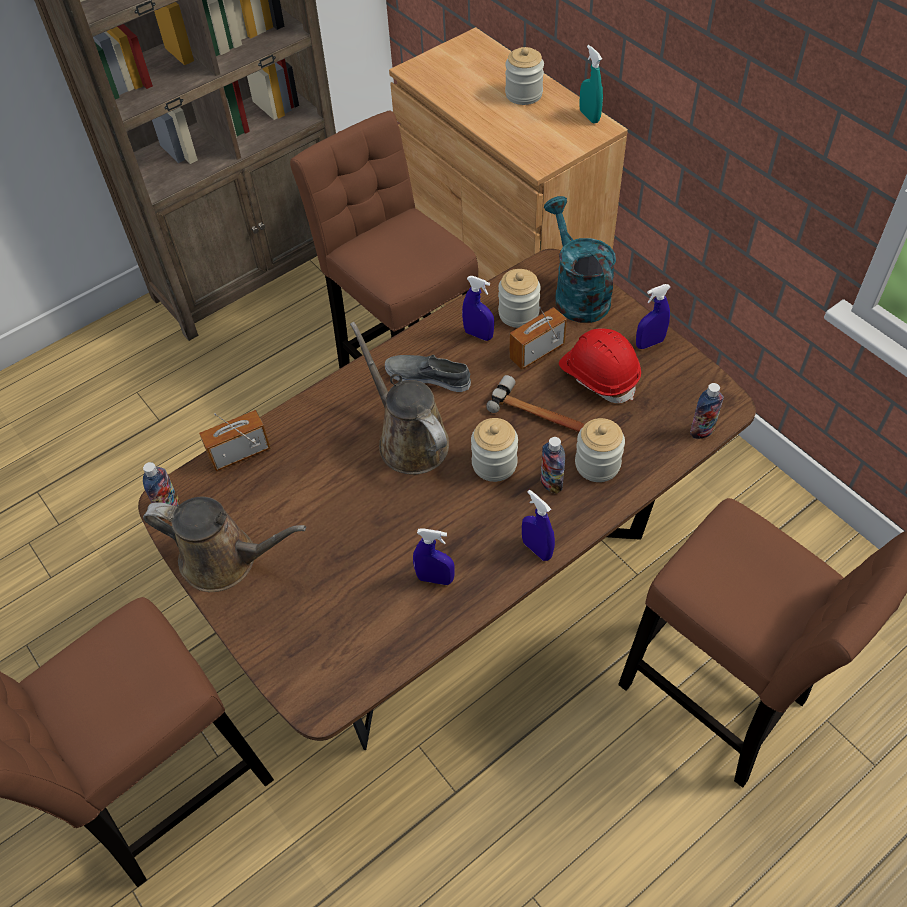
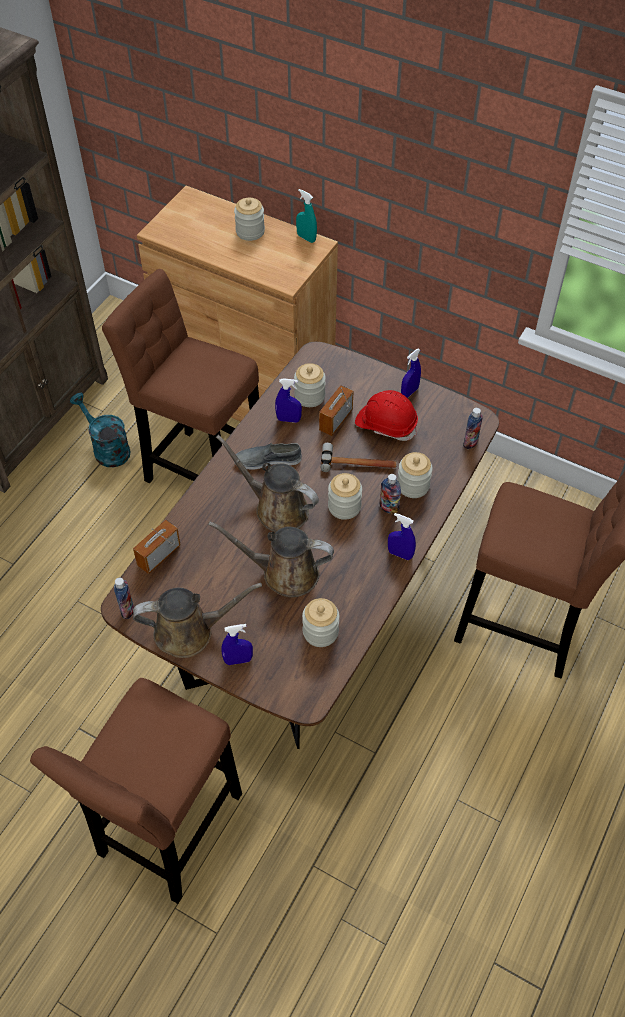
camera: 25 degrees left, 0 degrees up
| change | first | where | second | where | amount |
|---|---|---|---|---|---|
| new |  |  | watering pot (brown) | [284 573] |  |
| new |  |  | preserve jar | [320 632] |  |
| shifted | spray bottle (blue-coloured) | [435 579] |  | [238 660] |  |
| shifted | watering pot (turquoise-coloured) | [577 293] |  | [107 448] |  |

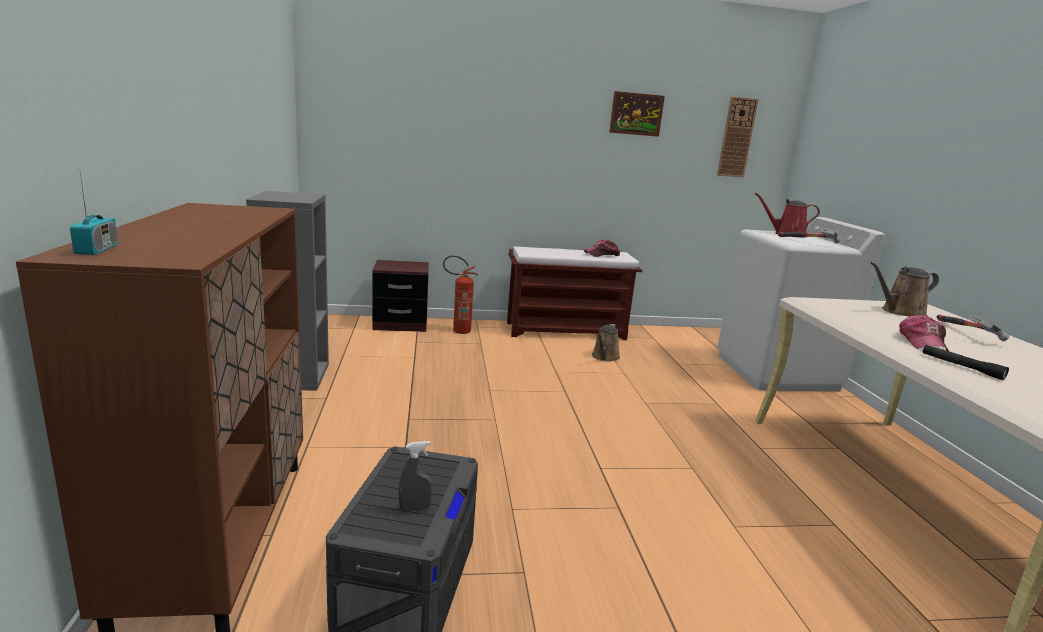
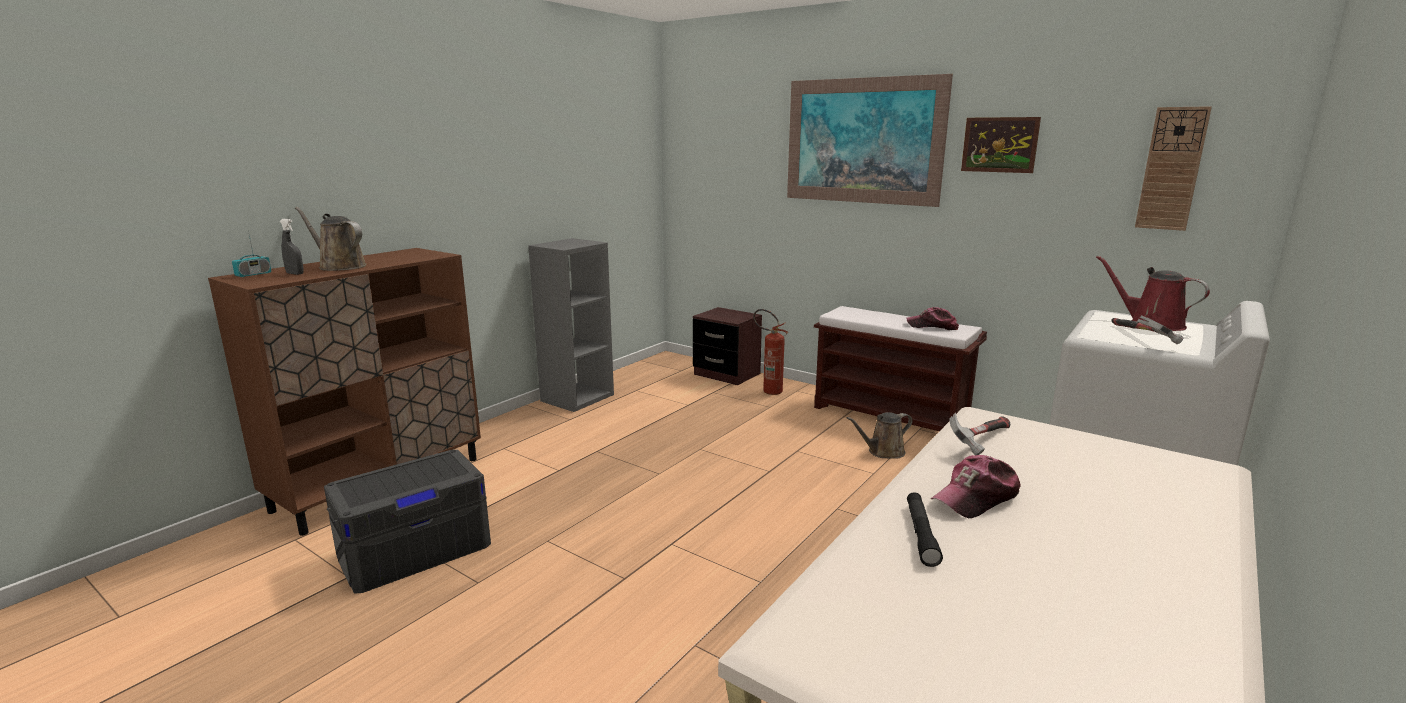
camera: 45 degrees right, 0 degrees up
| change | first | where | second | where | amount |
|---|---|---|---|---|---|
| new |  |  | wall picture | [863 141] |  |
| shifted | spray bottle (greyish) | [415 509] |  | [295 274] |  |
| shifted | watering pot (brown) | [900 312] |  | [339 266] |  |
| shifted | tool hammer | [965 333] |  | [980 442] |  |

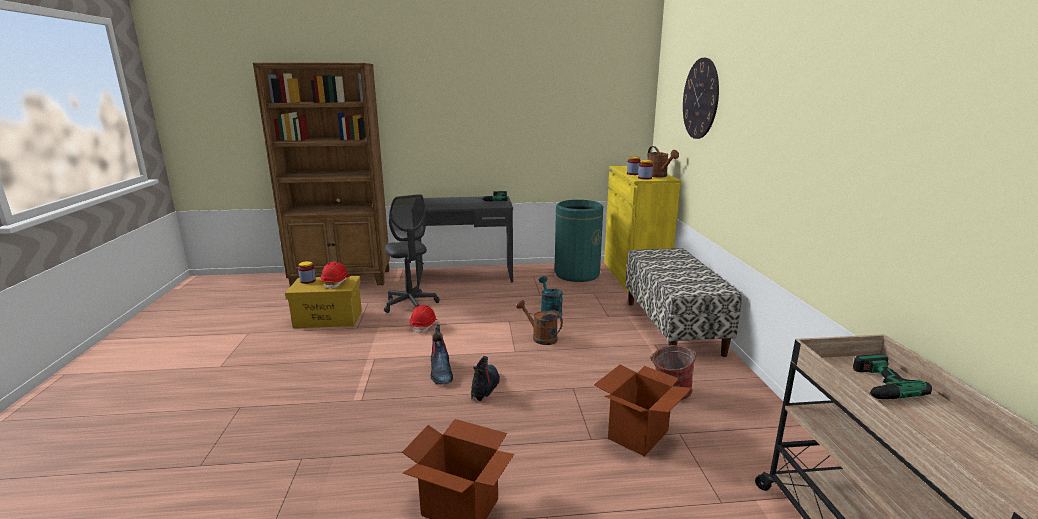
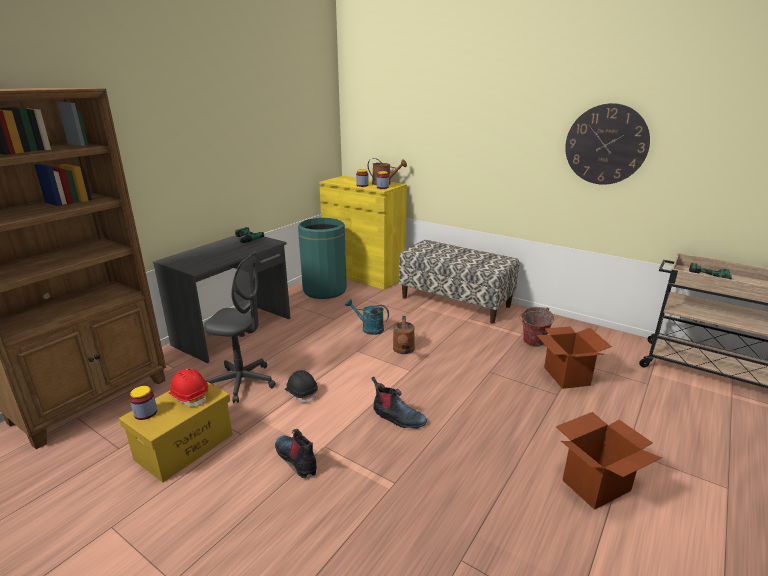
camera: 50 degrees left, 5 degrees up
| change | first | where | second | where | amount |
|---|---|---|---|---|---|
| shifted | boot | [485 387] |  | [297 459] |  |
| shifted | hanging clock | [700 99] |  | [606 144] |  |
| repainted | work helmet (red) | [424 326] | work helmet (blackish) | [301 393] |  |
| rotated | watering pot (brown) | [540 337] |  | [403 350] | 75 degrees counterclockwise |

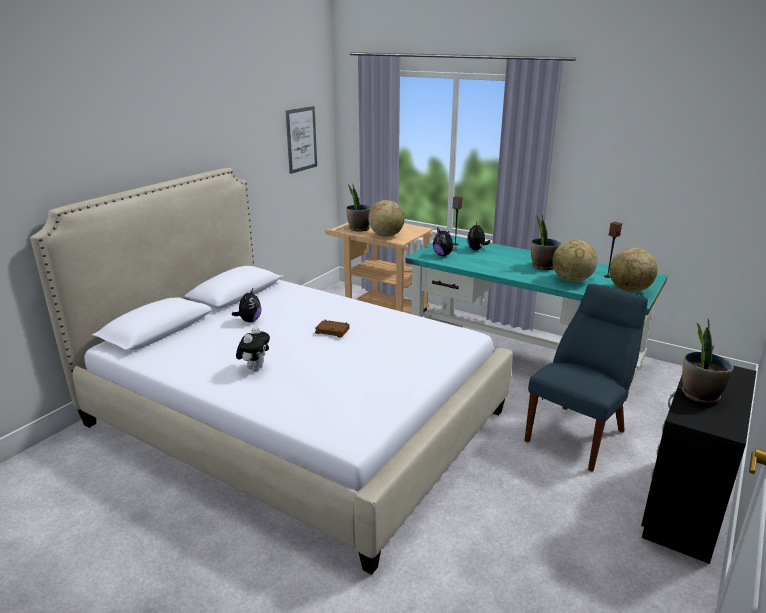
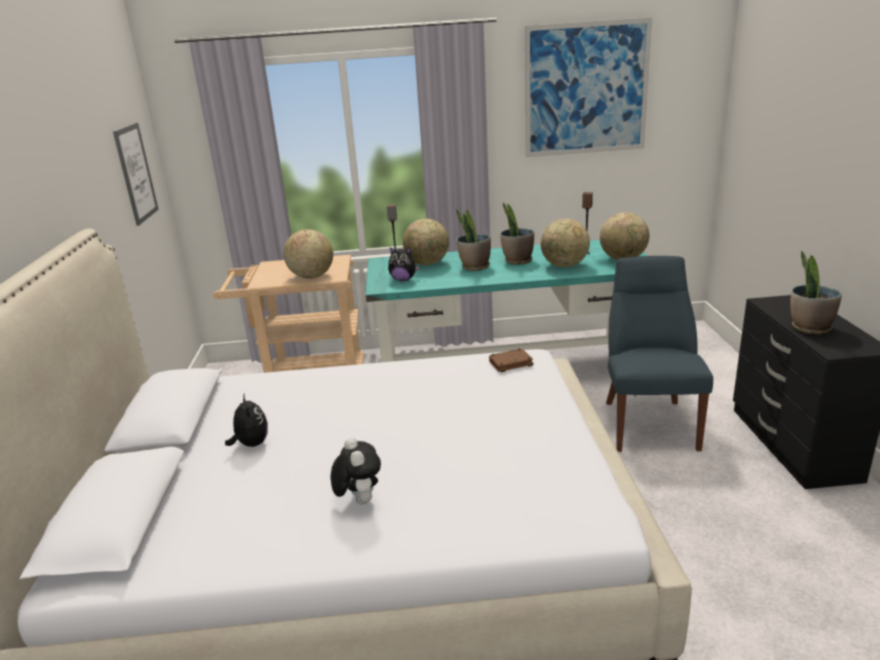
camera: 35 degrees left, 0 degrees up
| change | first | where | second | where | amount |
|---|---|---|---|---|---|
| new |  |  | wall picture | [586 89] |  |
| shifted | volume (brown) | [333 330] |  | [511 363] |  |
| shifted | houseplant | [359 229] |  | [474 267] |  |
| swapped | soft toy | [476 249] | world globe | [427 264] |  |

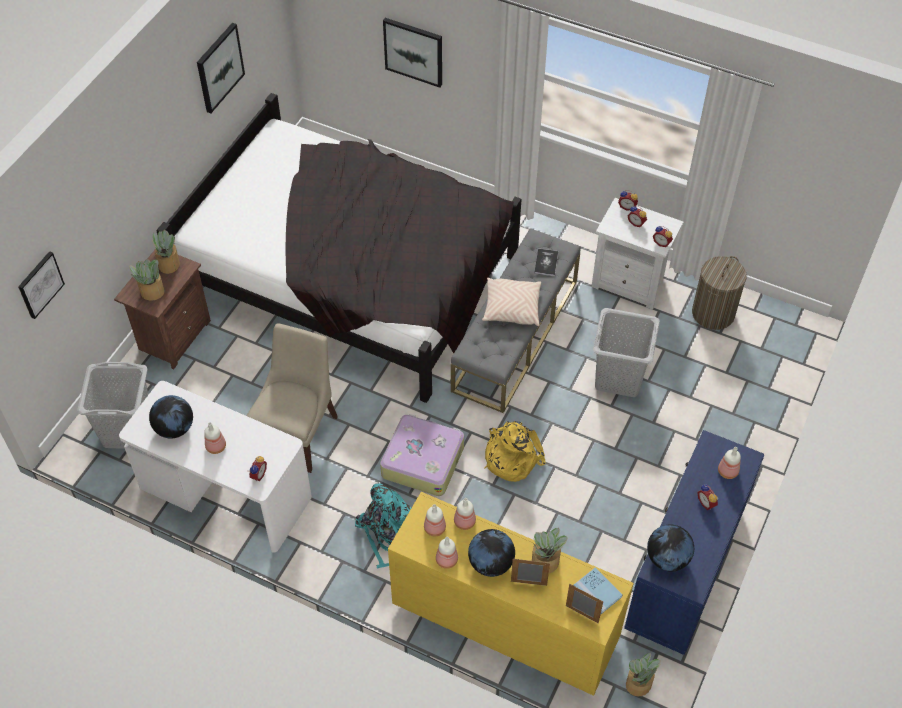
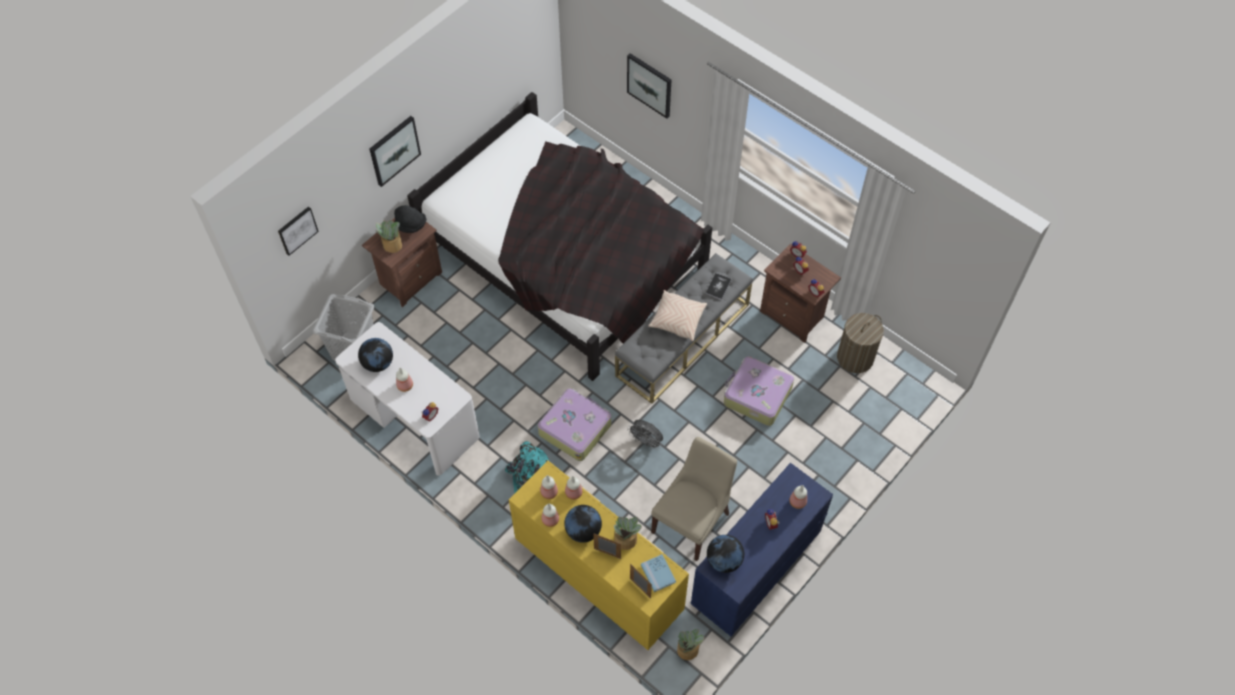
camera: 15 degrees right, 5 degrees up
| change | first | where | second | where | amount |
|---|---|---|---|---|---|
| shifted | wall picture | [219 67] |  | [394 150] |  |
| shifted | upright chair (beige) | [297 432] |  | [692 520] |  |
| swapped | houseplant | [168 265] | hat (blackish) | [411 225] |  |
| swapped | knapsack (yellow) | [511 457] | cooling fan (greyish) | [646 442] |  |
| swapped | laundry basket (greyish) | [619 378] | suitcase | [756 396] |  |
| repainted | nightstand (white-coloured) | [630 282] | nightstand (brown) | [794 315] |  |

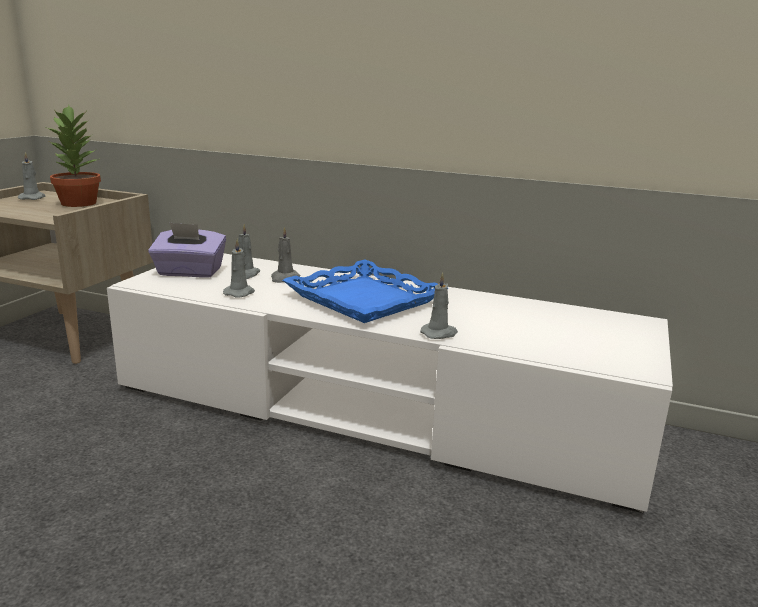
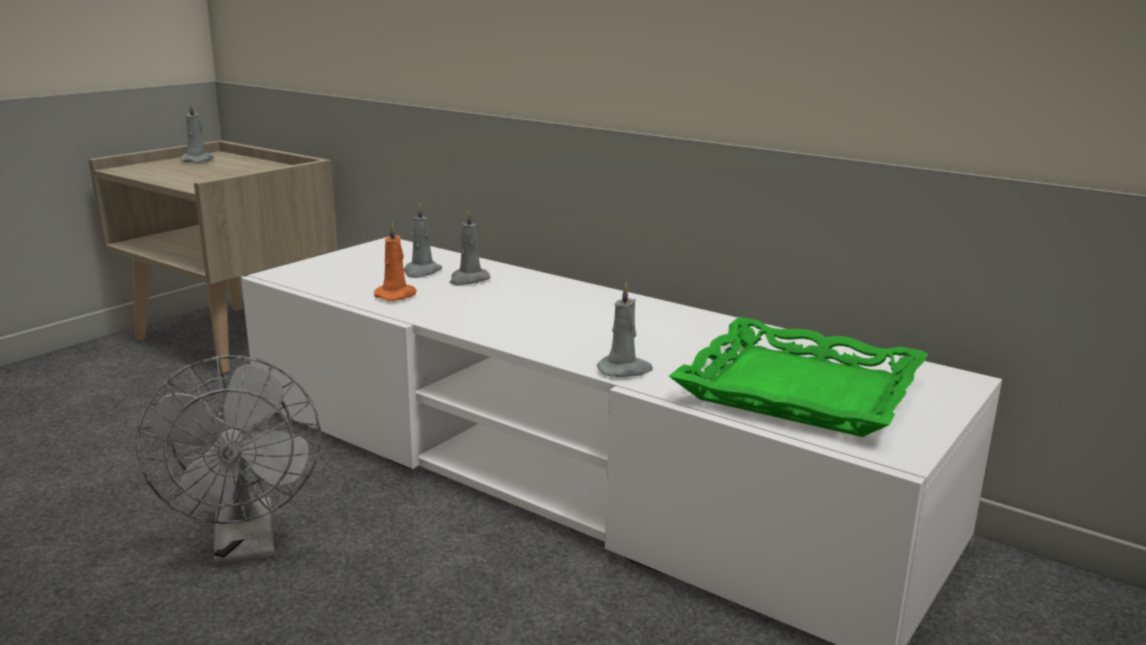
camera: 15 degrees right, 0 degrees up
| change | first | where | second | where | amount |
|---|---|---|---|---|---|
| gone | houseplant | [80 203] |  |  |  |
| gone | tissue holder (purple) | [189 272] |  |  |  |
| gone | carrying tray (blue-coloured) | [363 299] |  |  |  |
| new |  |  | cooling fan (greyish) | [247 546] |  |
| new |  |  | carrying tray (green) | [798 390] |  |
| repainted | wax candle (greyish) | [240 293] | wax candle (orange-coloured) | [397 295] |  |

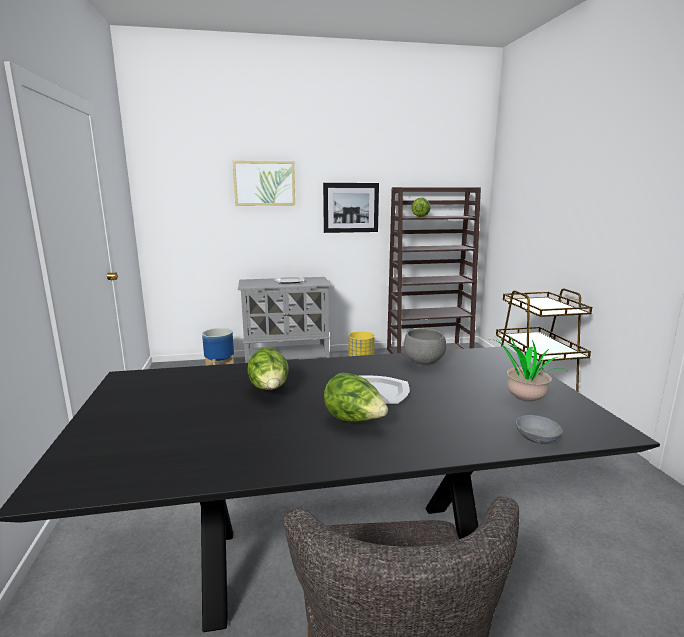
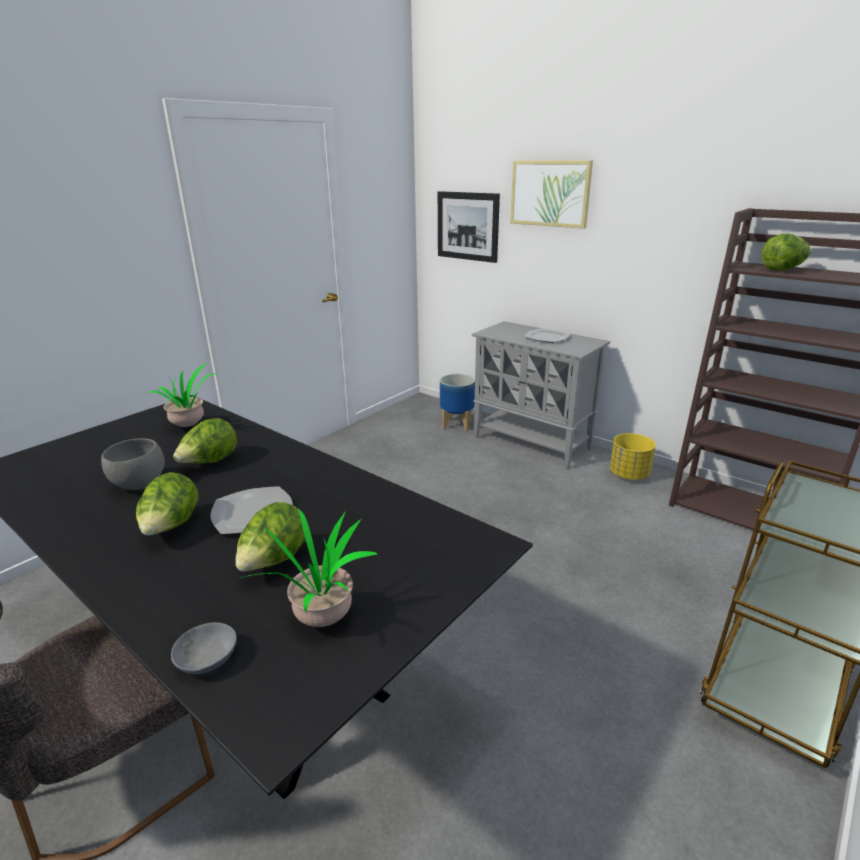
camera: 50 degrees right, 10 degrees up
| change | first | where | second | where | amount |
|---|---|---|---|---|---|
| new |  |  | houseplant | [191 425] |  |
| new |  |  | head of lettuce | [275 561] |  |
| shifted | wall picture | [351 207] |  | [467 226] |  |
| shifted | deep dish (greyish) | [425 362] |  | [140 484] |  |

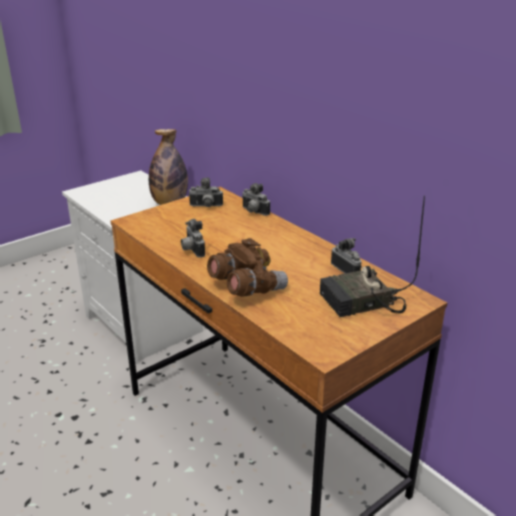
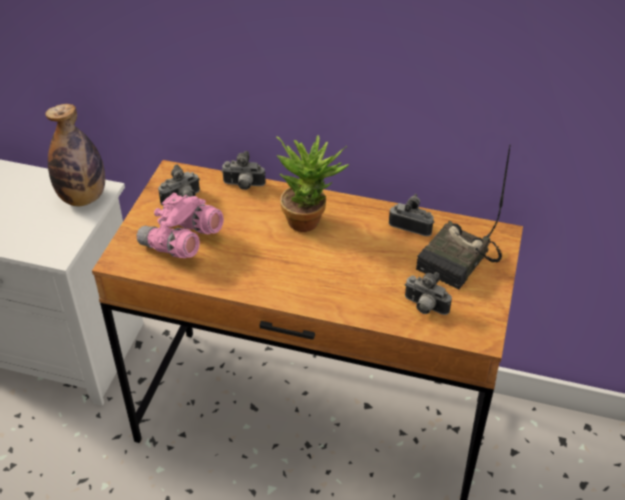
camera: 35 degrees left, 15 degrees up
| change | first | where | second | where | amount |
|---|---|---|---|---|---|
| gone | pair of binoculars (brown) | [246 288] |  |  |  |
| new |  |  | pair of binoculars (pink) | [181 242] |  |
| new |  |  | houseplant | [310 219] |  |
| shifted | still camera | [192 250] |  | [424 307] |  |

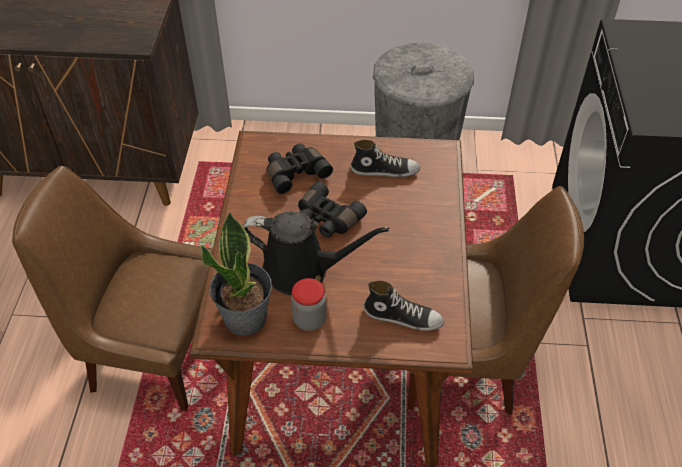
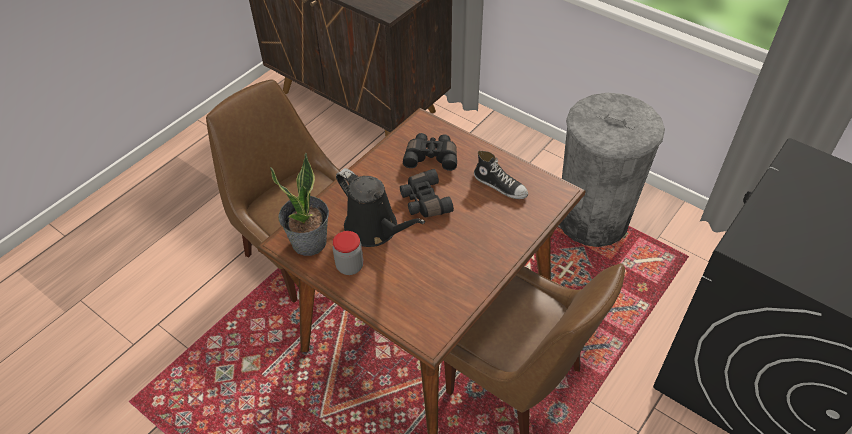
camera: 35 degrees right, 0 degrees up
| change | first | where | second | where | amount |
|---|---|---|---|---|---|
| gone | low shoe | [403 316] |  |  |  |

